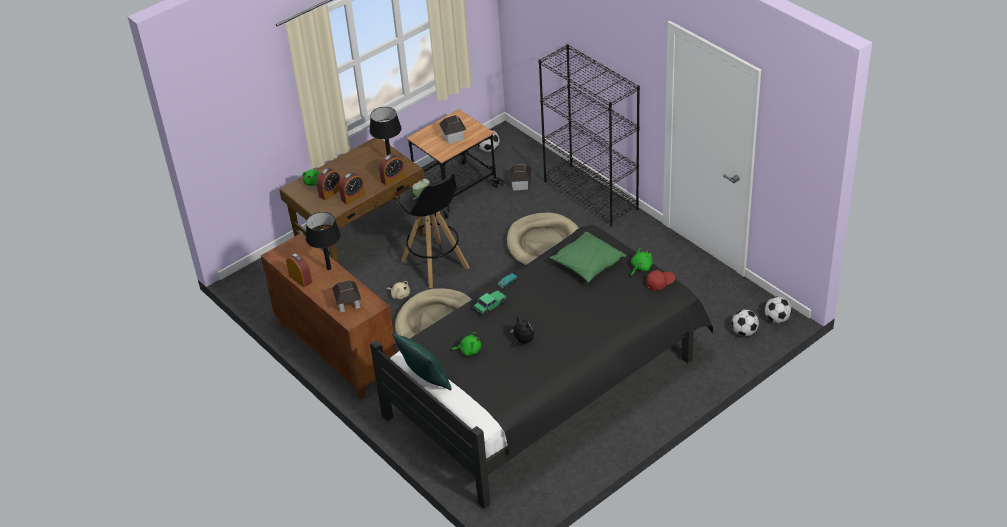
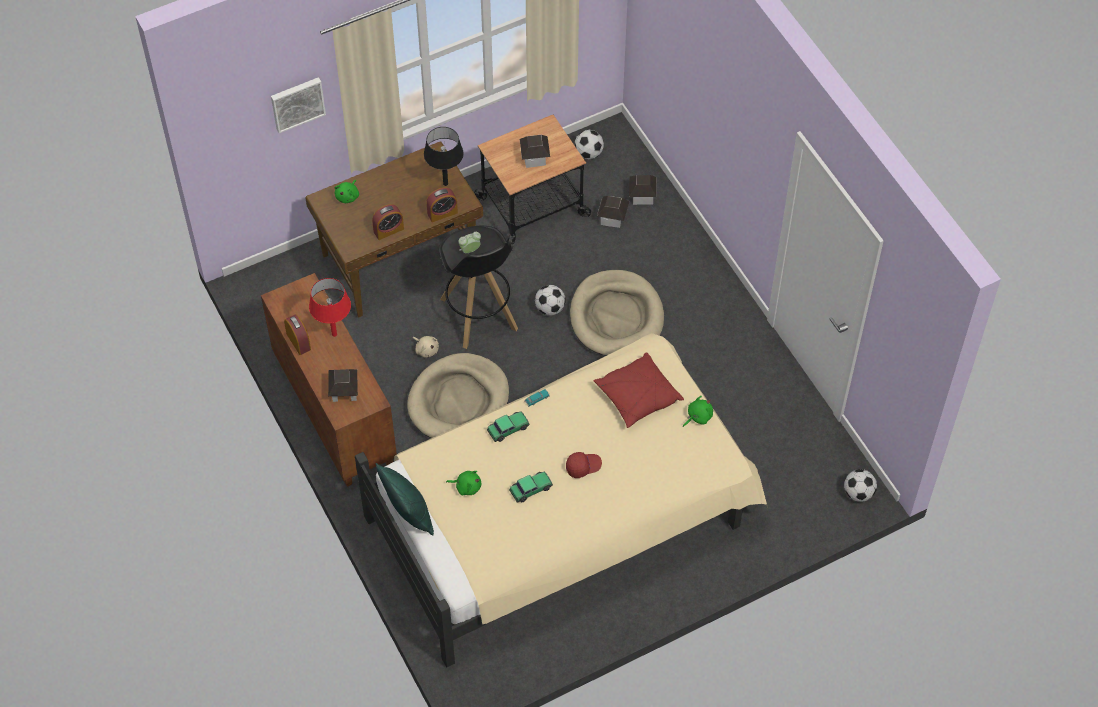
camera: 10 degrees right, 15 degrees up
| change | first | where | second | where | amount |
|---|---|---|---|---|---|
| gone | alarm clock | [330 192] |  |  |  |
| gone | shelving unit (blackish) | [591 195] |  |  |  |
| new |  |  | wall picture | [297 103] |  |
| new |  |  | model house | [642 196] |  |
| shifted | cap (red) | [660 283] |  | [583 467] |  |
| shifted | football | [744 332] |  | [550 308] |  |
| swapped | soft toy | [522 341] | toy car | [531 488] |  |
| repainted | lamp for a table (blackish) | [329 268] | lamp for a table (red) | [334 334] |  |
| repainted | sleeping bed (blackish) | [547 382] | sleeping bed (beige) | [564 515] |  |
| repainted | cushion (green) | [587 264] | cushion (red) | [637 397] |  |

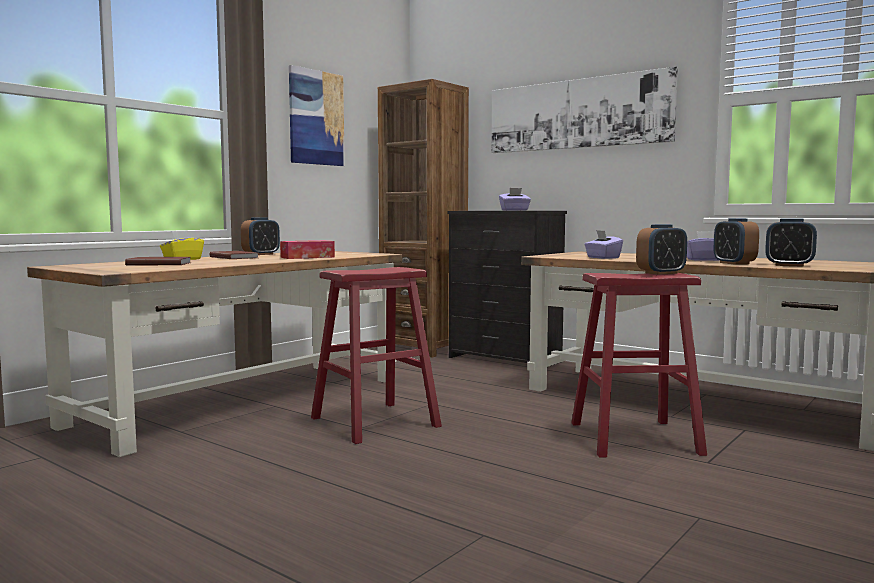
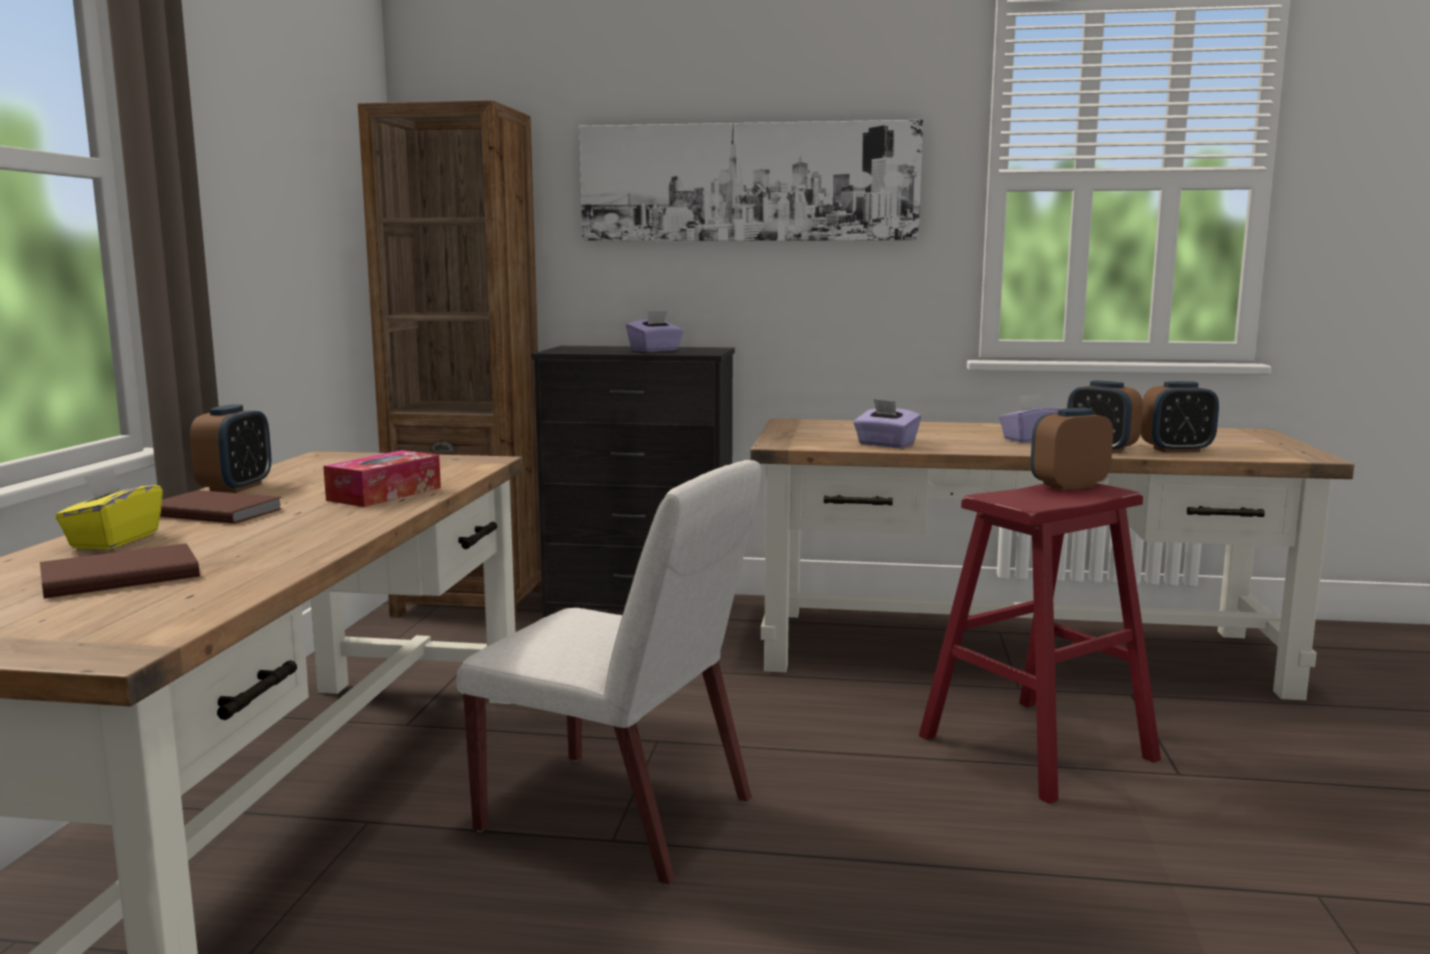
camera: 30 degrees left, 5 degrees up
| change | first | where | second | where | amount |
|---|---|---|---|---|---|
| gone | wall picture | [316 118] |  |  |  |
| swapped | sitting stool (red) | [374 422] | upright chair (white-coloured) | [619 816] |  |
| rotated | alarm clock | [661 273] |  | [1068 486] | 150 degrees counterclockwise |

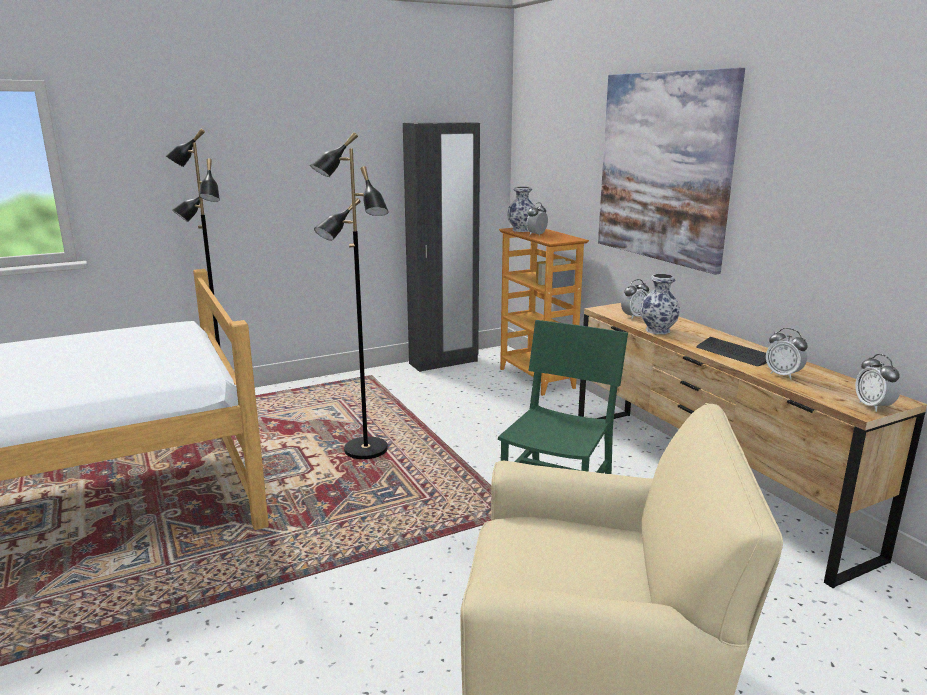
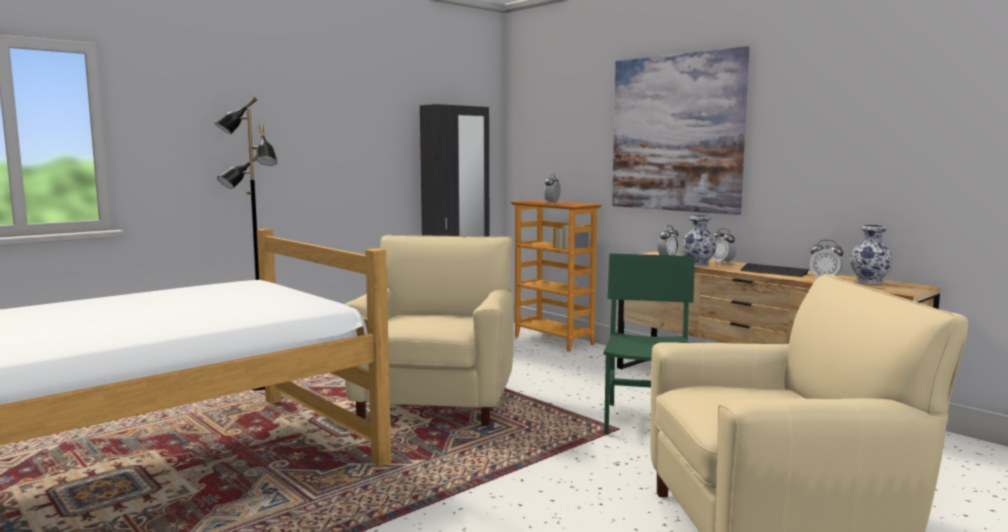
camera: 15 degrees left, 10 degrees down
| change | first | where | second | where | amount |
|---|---|---|---|---|---|
| shifted | vase | [522 230] |  | [870 281] |  |
| shifted | alarm clock | [873 406] |  | [722 263] |  |
| swapped | standard lamp (blackish) | [365 450] | easy chair (beige) | [437 402] |  |

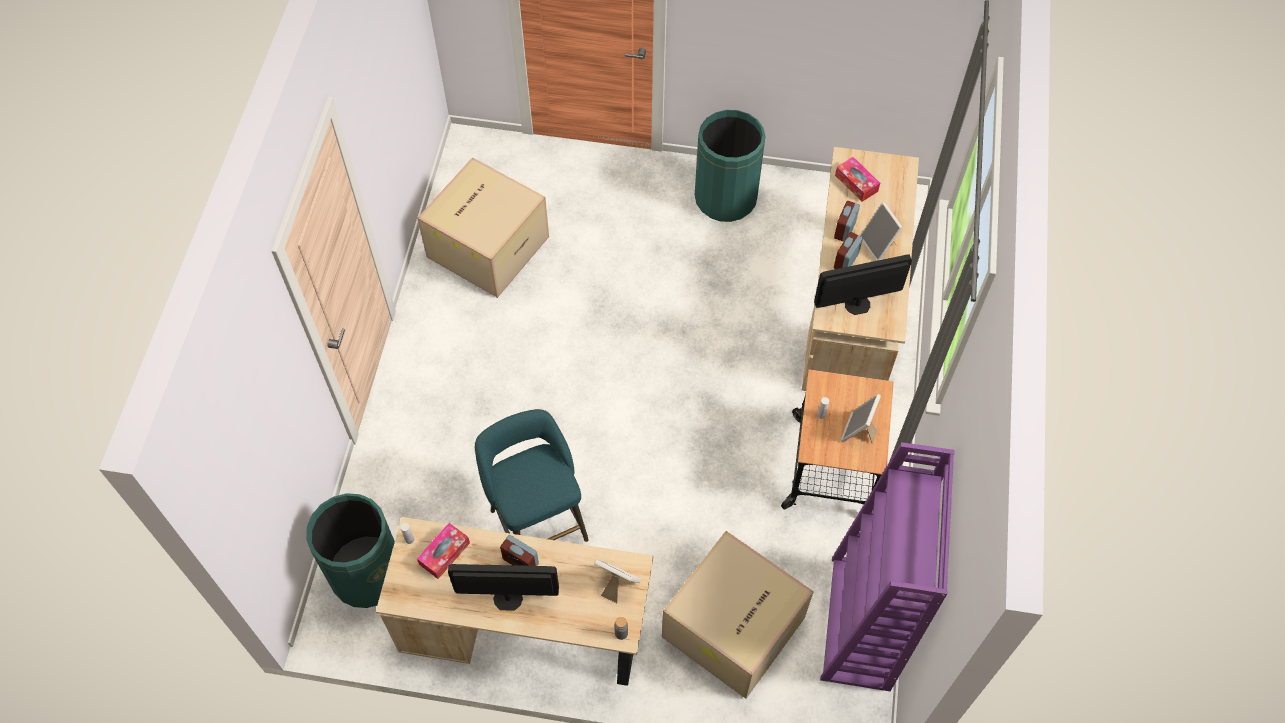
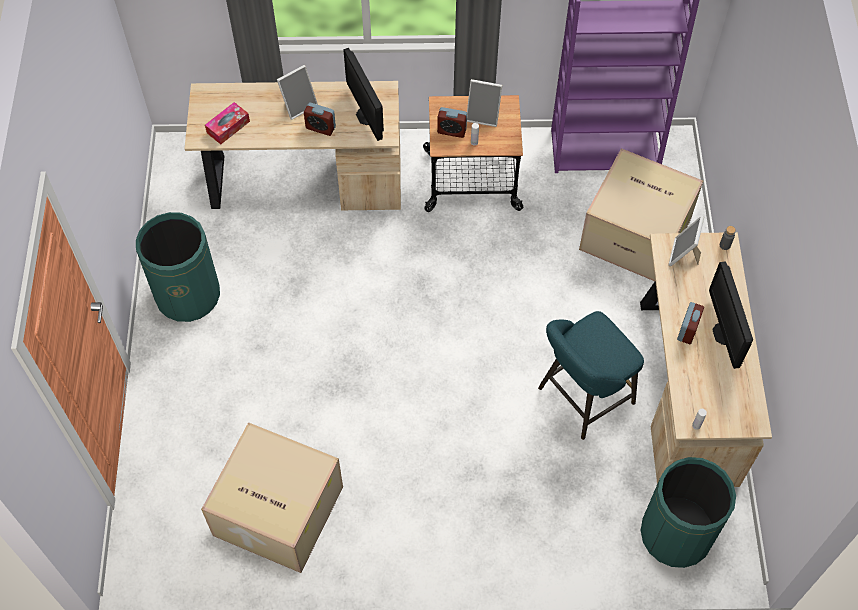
camera: 100 degrees left, 0 degrees up
| change | first | where | second | where | amount |
|---|---|---|---|---|---|
| gone | tissue holder | [444 553] |  |  |  |
| shifted | alarm clock | [844 230] |  | [451 131] |  |

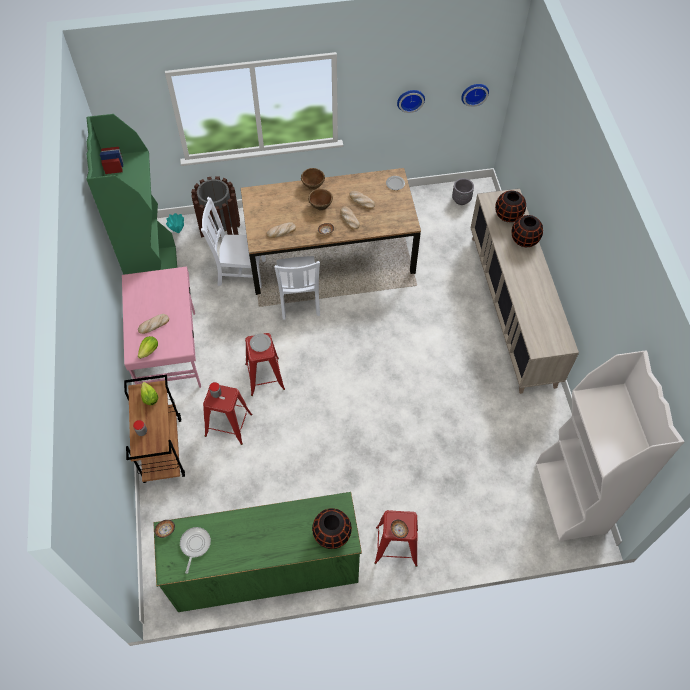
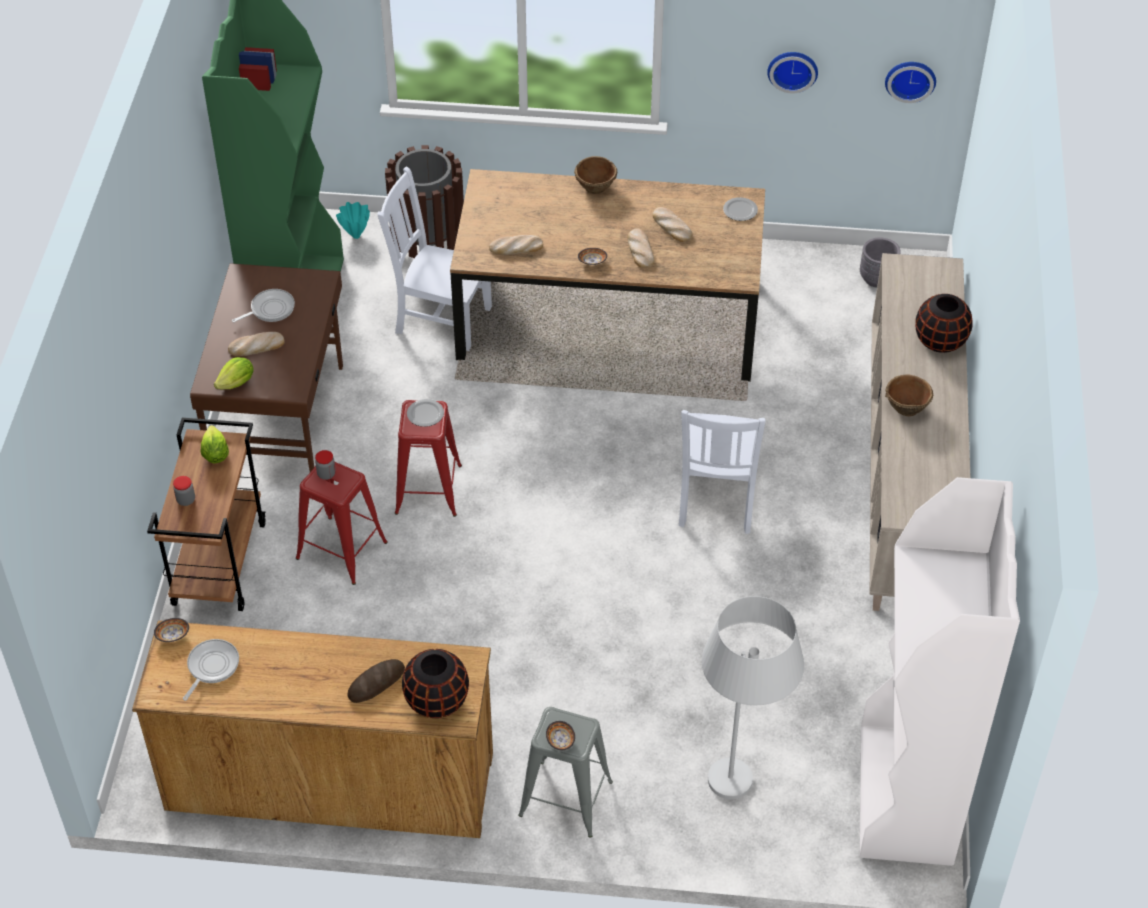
camera: 15 degrees right, 10 degrees down
| change | first | where | second | where | amount |
|---|---|---|---|---|---|
| gone | vase (blackish) | [508 215] |  |  |  |
| new |  |  | frying pan | [270 309] |  |
| new |  |  | baked bread | [376 683] |  |
| new |  |  | standard lamp (white-coloured) | [737 801] |  |
| shifted | upright chair (white-coloured) | [299 300] |  | [717 500] |  |
| shifted | deep dish (brown) | [320 206] |  | [906 408] |  |
| repainted | desk unit (pink) | [169 351] | desk unit (brown) | [280 418] |  |
| repainted | chest of drawers (green) | [265 569] | chest of drawers (brown) | [330 781] |  |
| repainted | sitting stool (red) | [396 546] | sitting stool (greyish) | [566 799] |  |

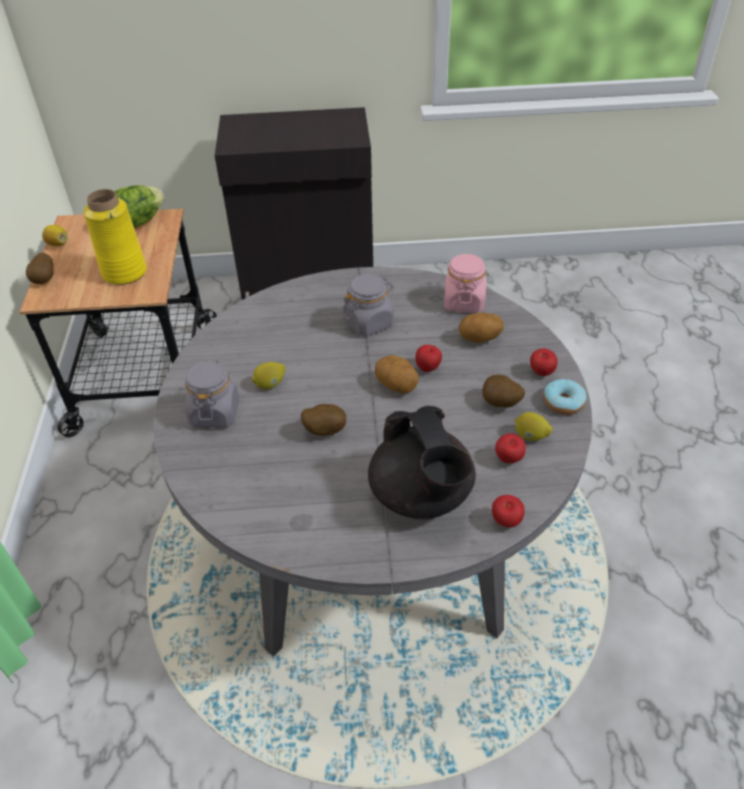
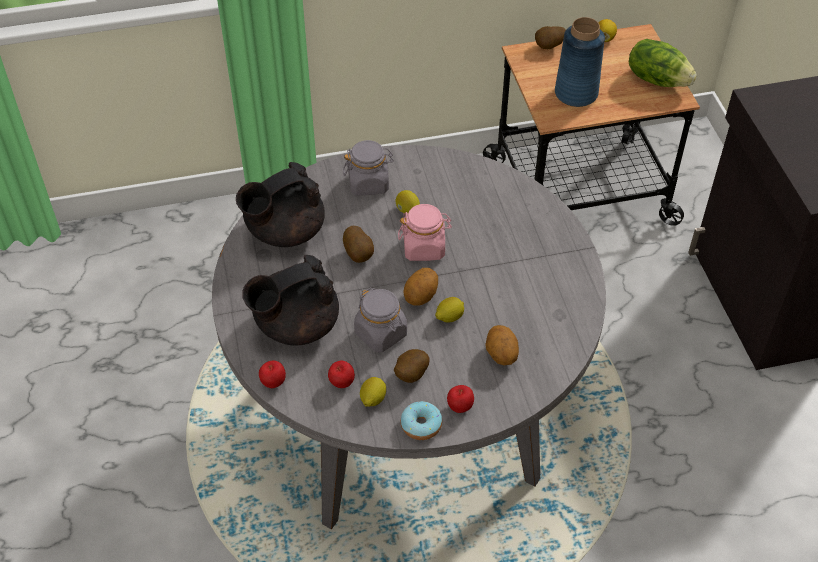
camera: 80 degrees right, 5 degrees up
| change | first | where | second | where | amount |
|---|---|---|---|---|---|
| new |  |  | tea pot (blackish) | [284 232] |  |
| shifted | preserve jar (greyish) | [369 322] |  | [381 334] |  |
| shifted | preserve jar (pink) | [464 301] |  | [424 247] |  |
| swapped | apple | [428 368] | whole lemon | [449 317] |  |
| repainted | vase (yellow) | [124 272] | vase (blue-coloured) | [576 93] |  |

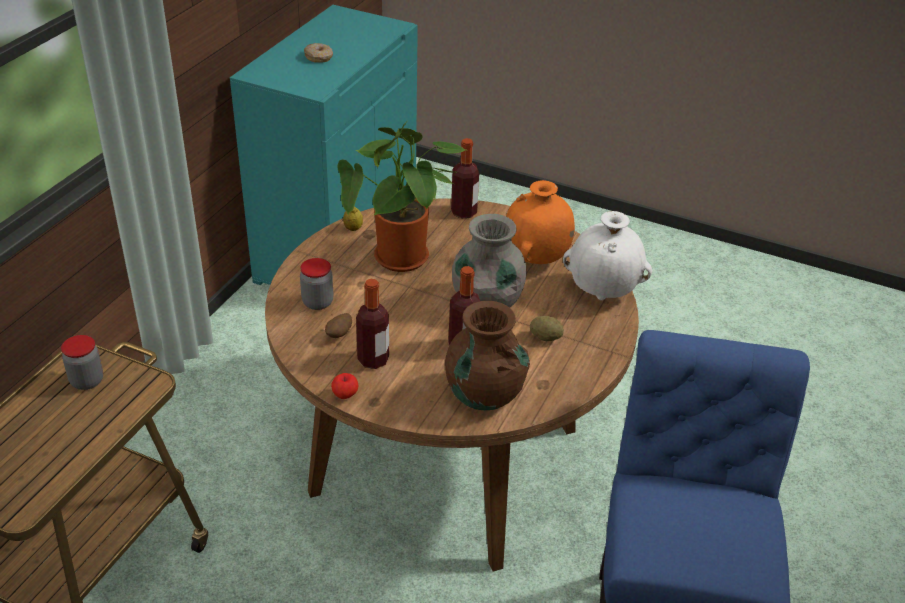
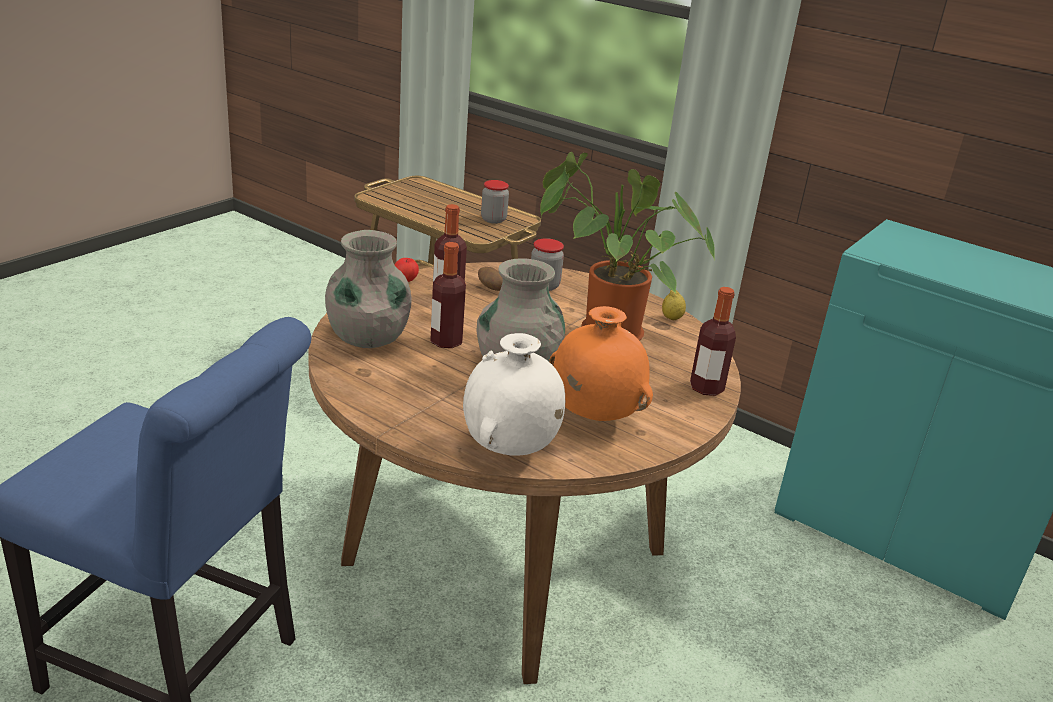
camera: 100 degrees right, 10 degrees down
| change | first | where | second | where | amount |
|---|---|---|---|---|---|
| gone | ring doughnut | [319 57] |  |  |  |
| gone | spud | [545 337] |  |  |  |
| repainted | vase (brown) | [484 394] | vase (greyish) | [367 338] |  |

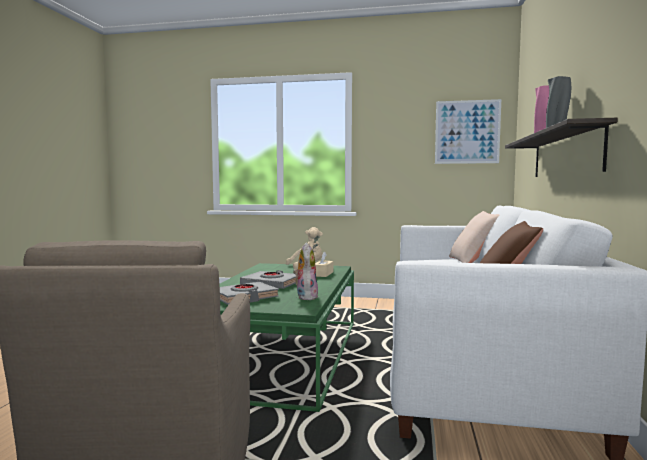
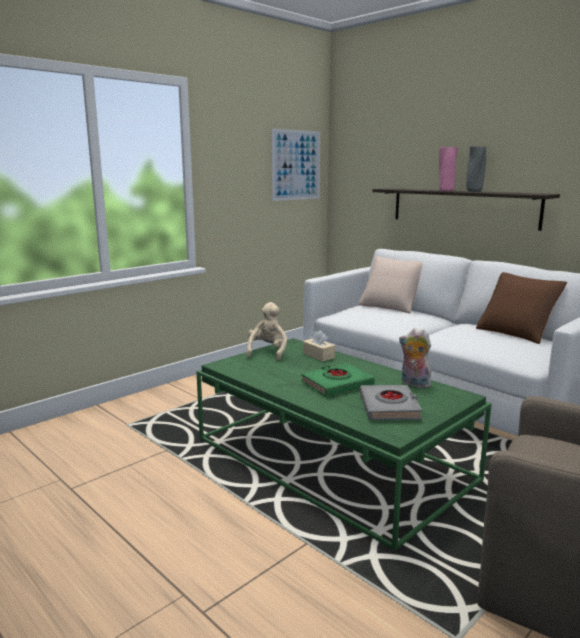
camera: 55 degrees left, 10 degrees up
| change | first | where | second | where | amount |
|---|---|---|---|---|---|
| repainted | volume (greyish) | [271 284] | volume (green) | [337 384] |  |

